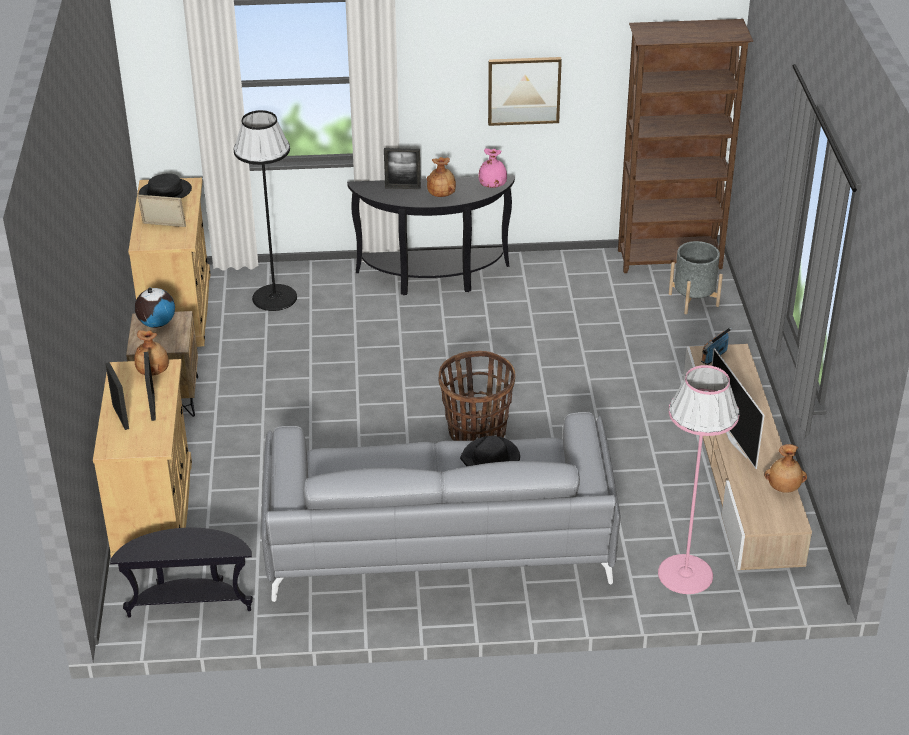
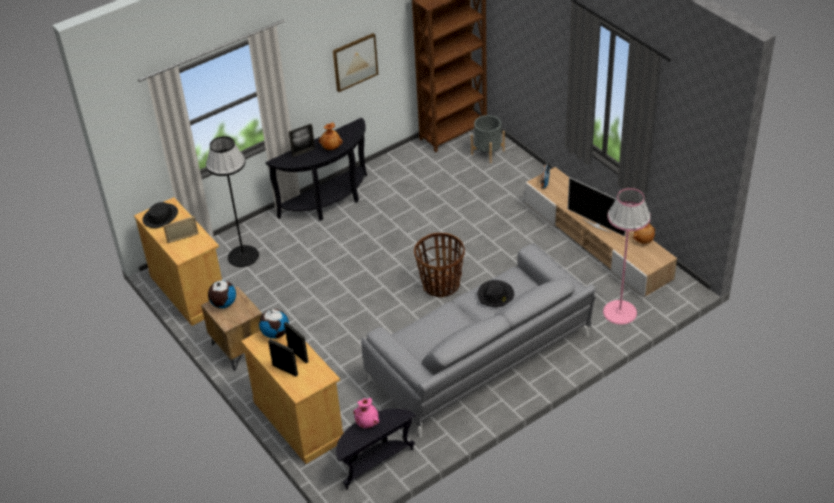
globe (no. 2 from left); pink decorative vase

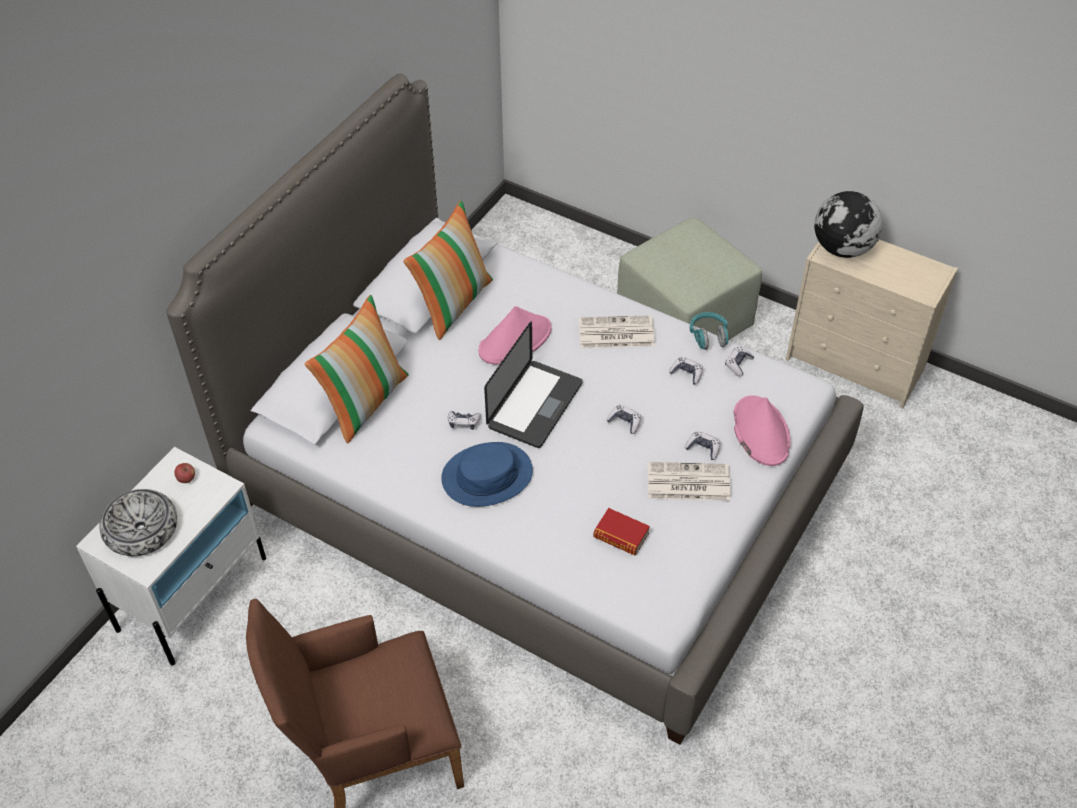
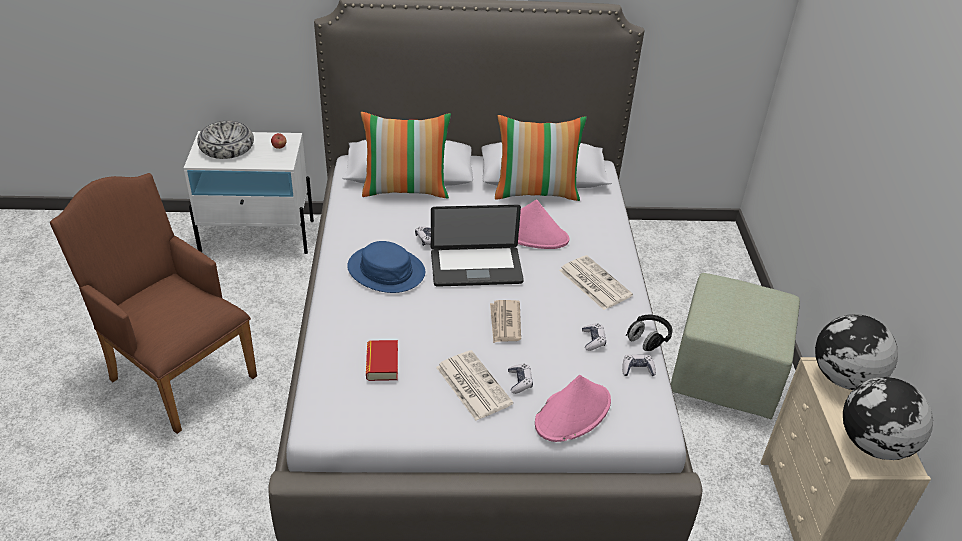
newspaper (no. 2 from left); black headset; globe (no. 2 from left)

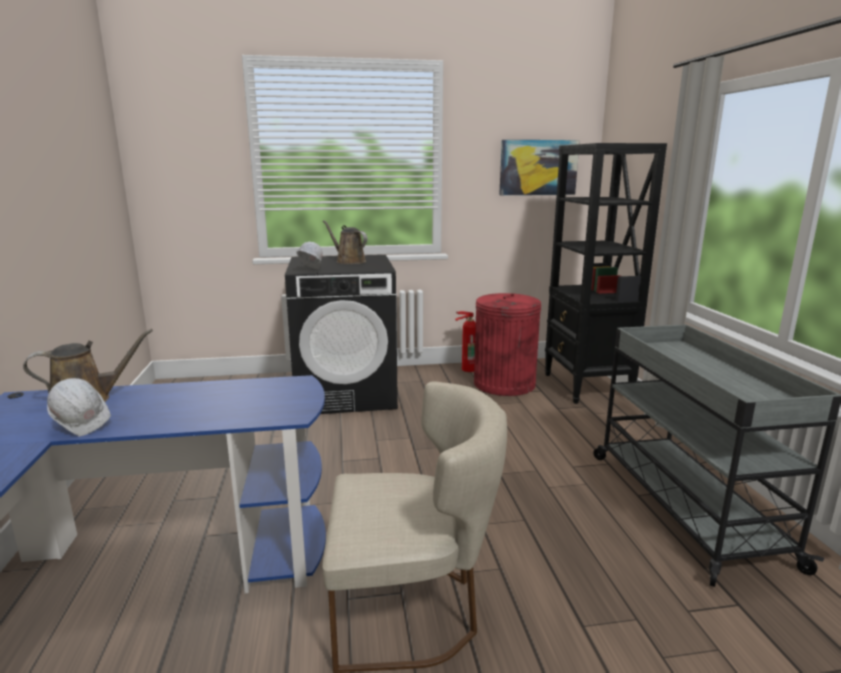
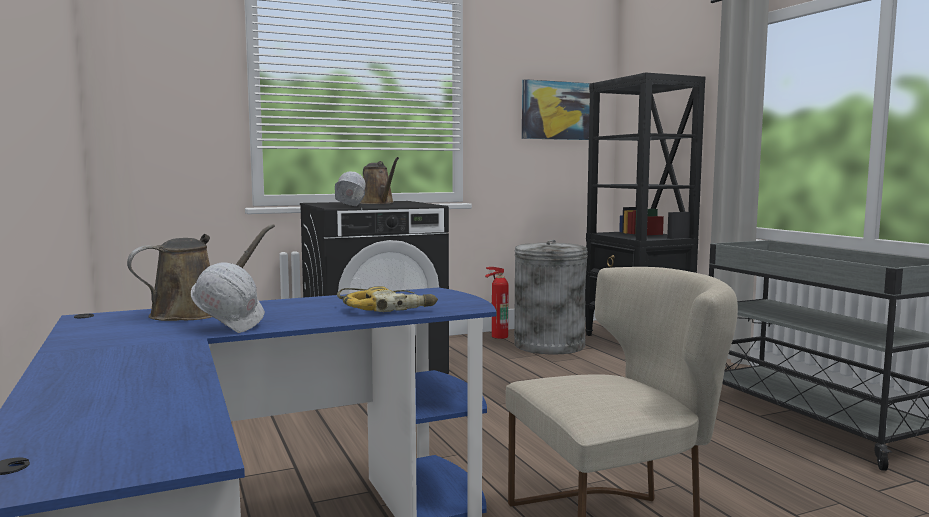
power drill; brownish watering pot (no. 2 from left); grey waste bin

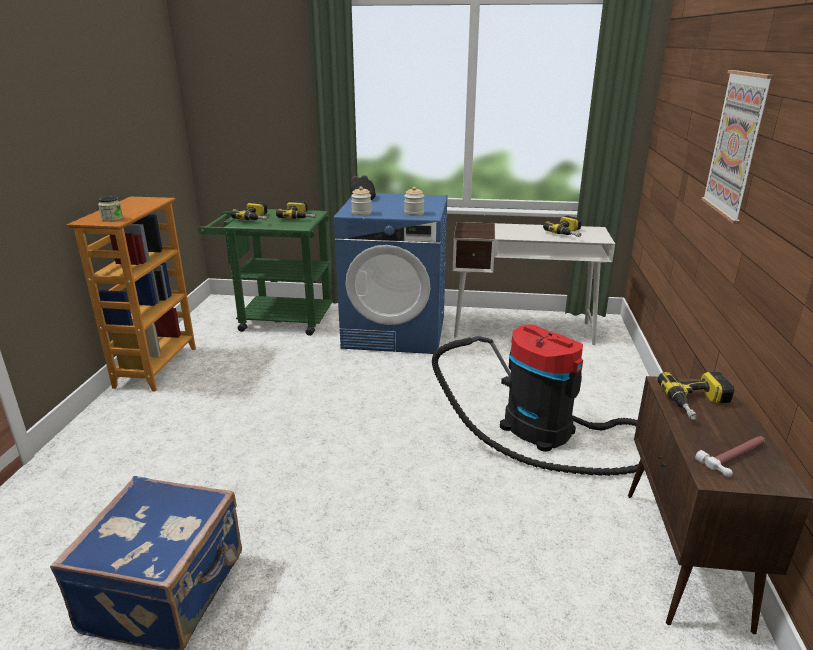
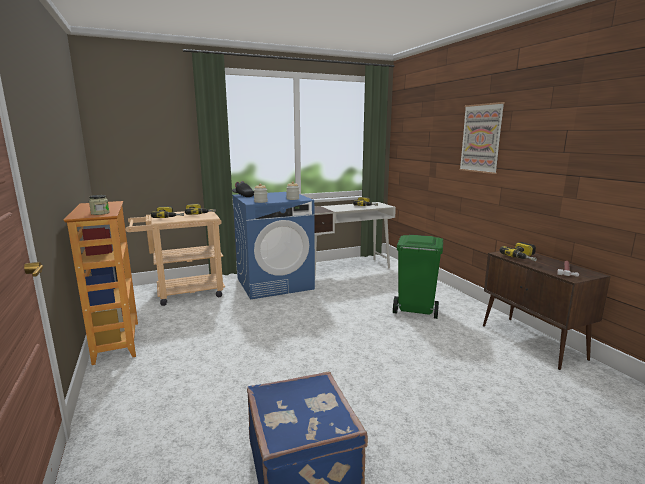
sand-coloured trolley; green-coloured waste bin

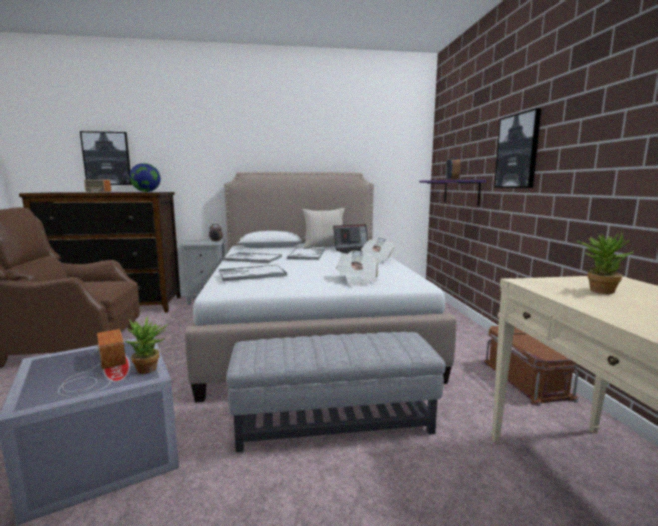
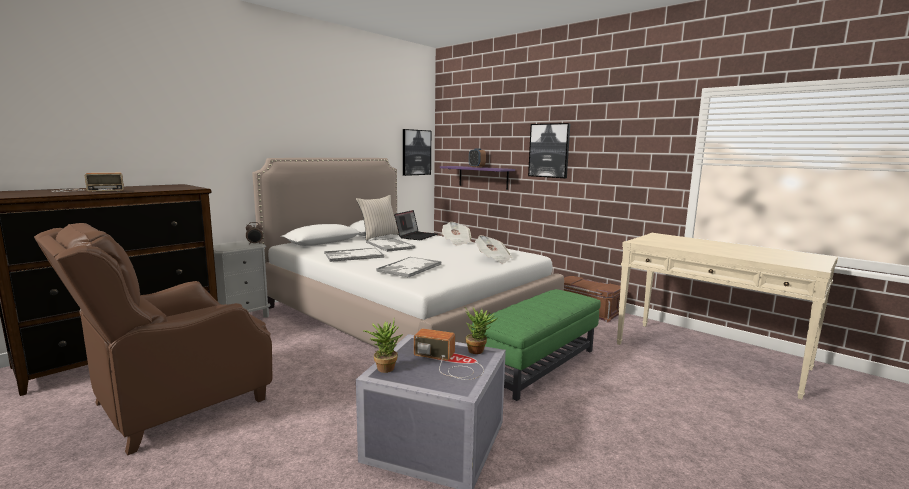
houseplant (no. 1 from left); wall picture (no. 1 from left); green-coloured footrest; globe

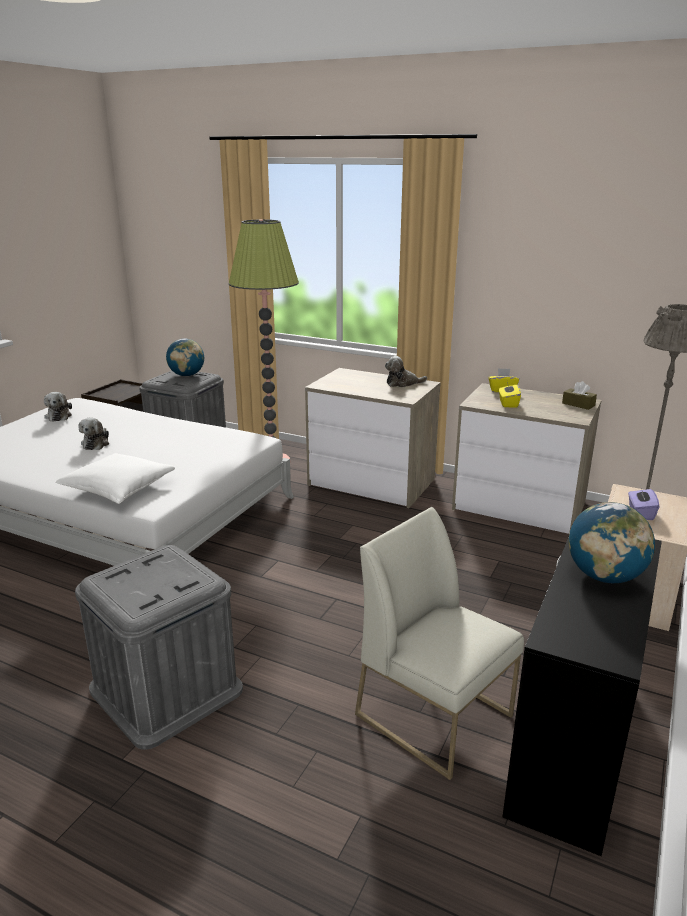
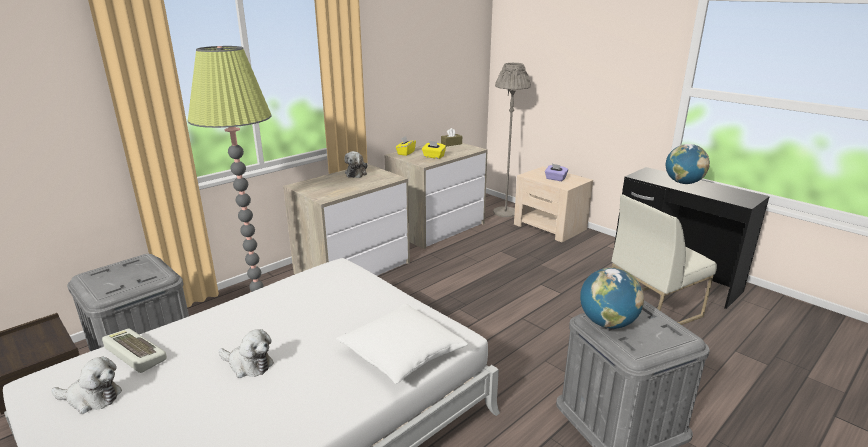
keyboard; globe (no. 1 from left)

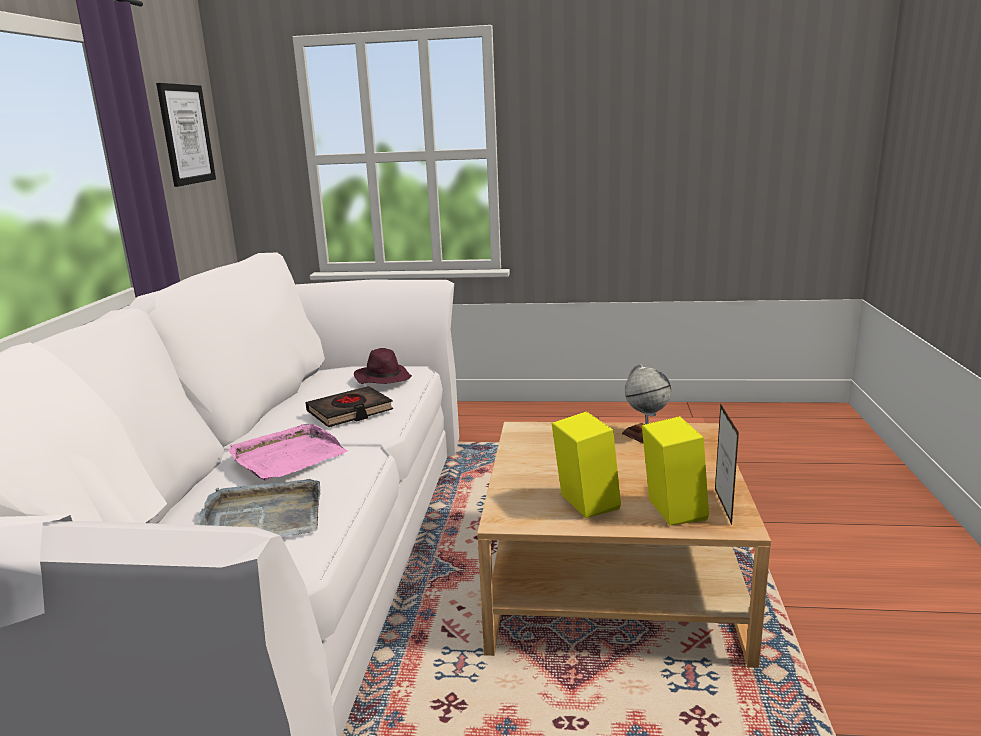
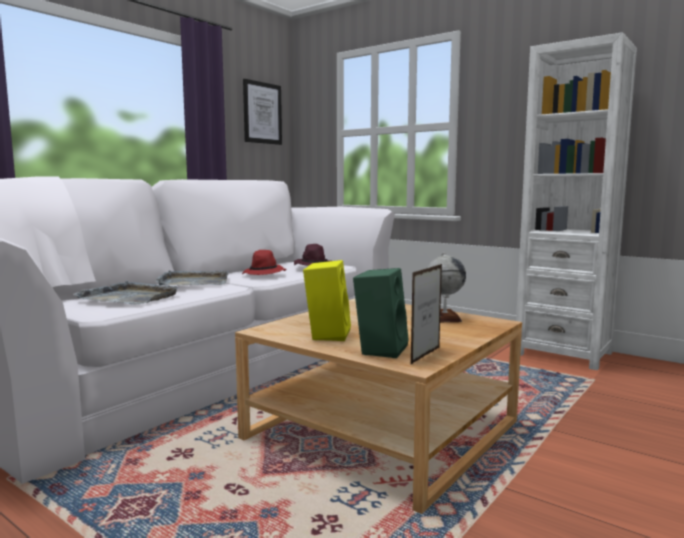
grey carrying tray (no. 2 from left); red-coloured clothing hat; green-coloured audio speaker; white bookcase

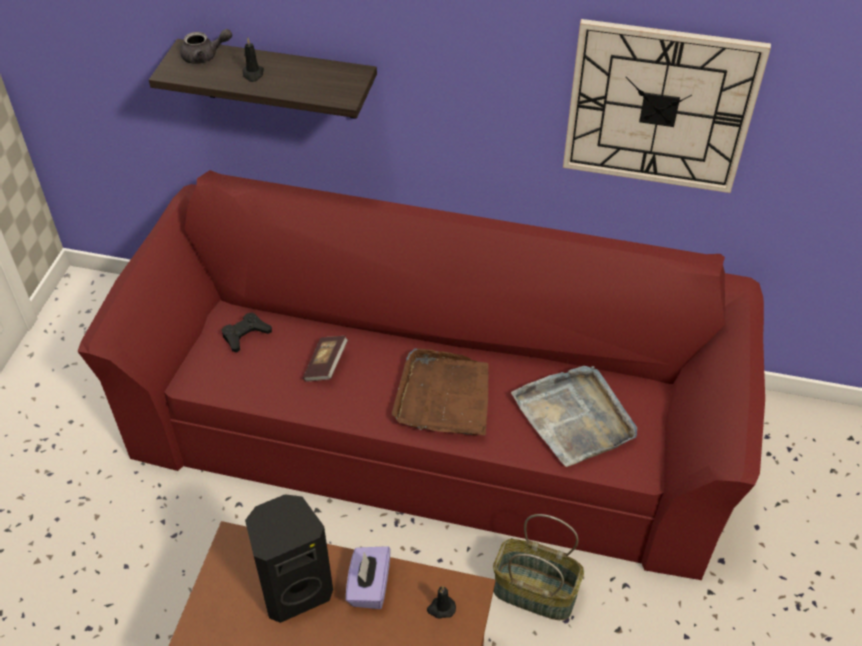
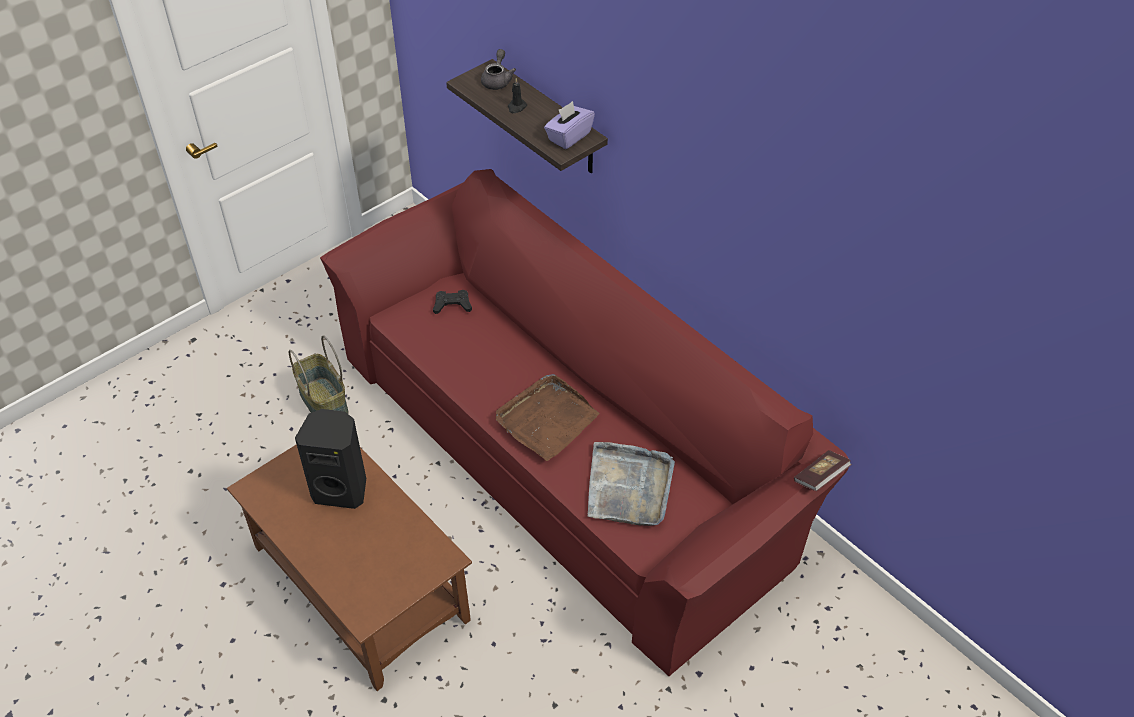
basket; grey teapot; purplish box of tissues; volume; black candle (no. 2 from left in the first image); wall clock

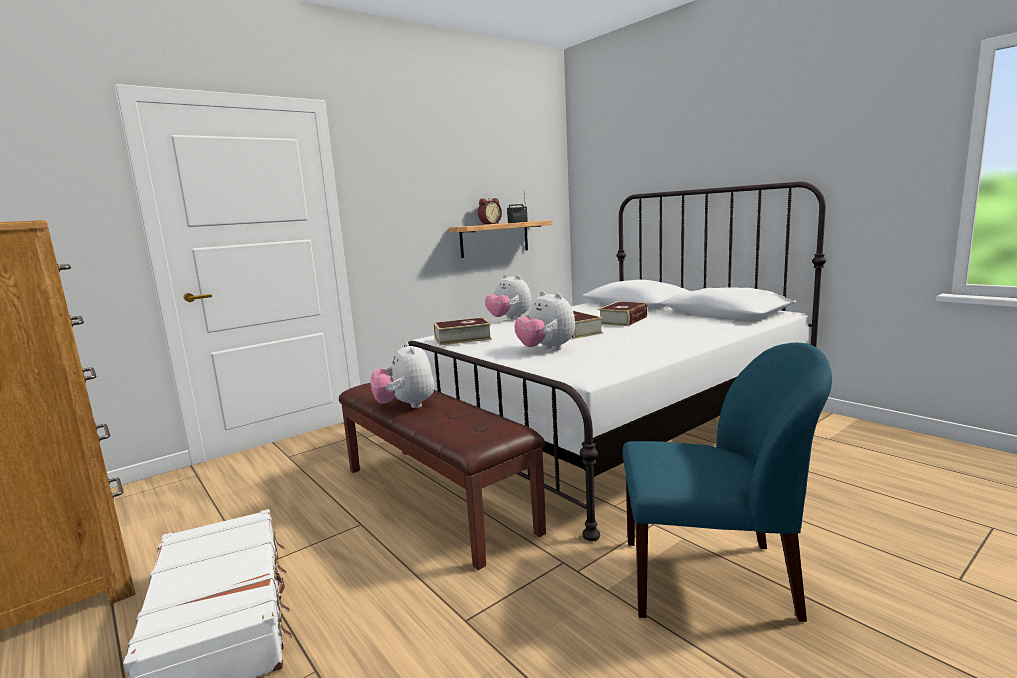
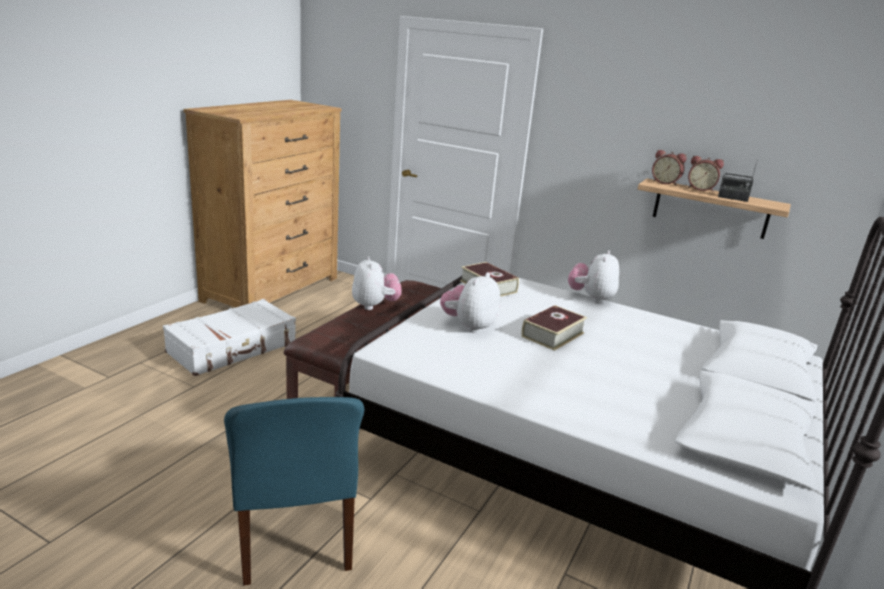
plush toy (no. 1 from left); table clock (no. 1 from left); volume (no. 3 from left in the first image)

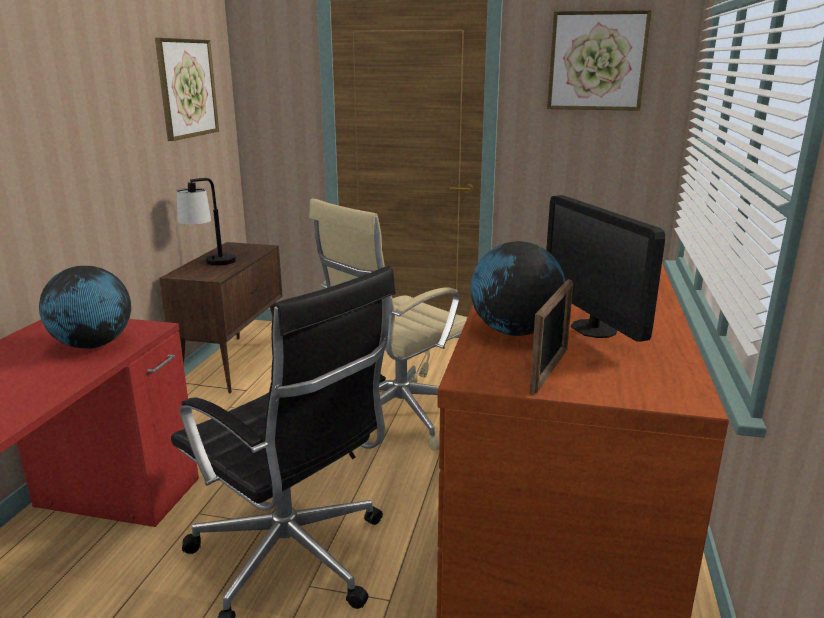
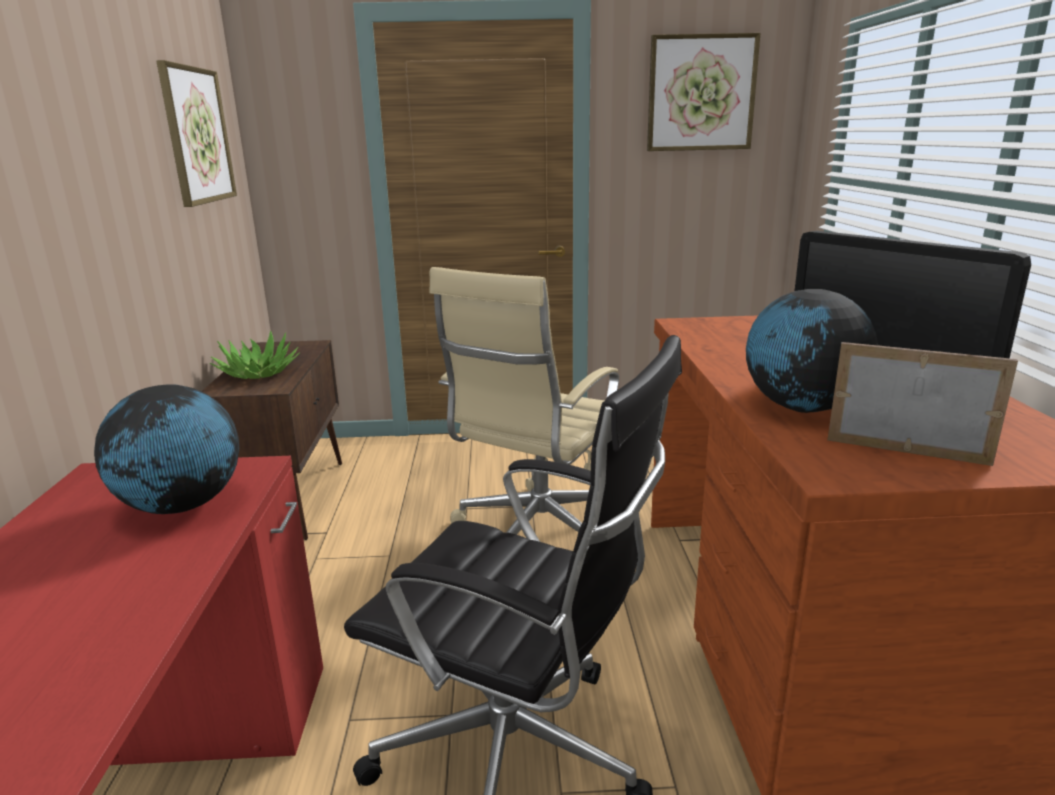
houseplant; photo frame

